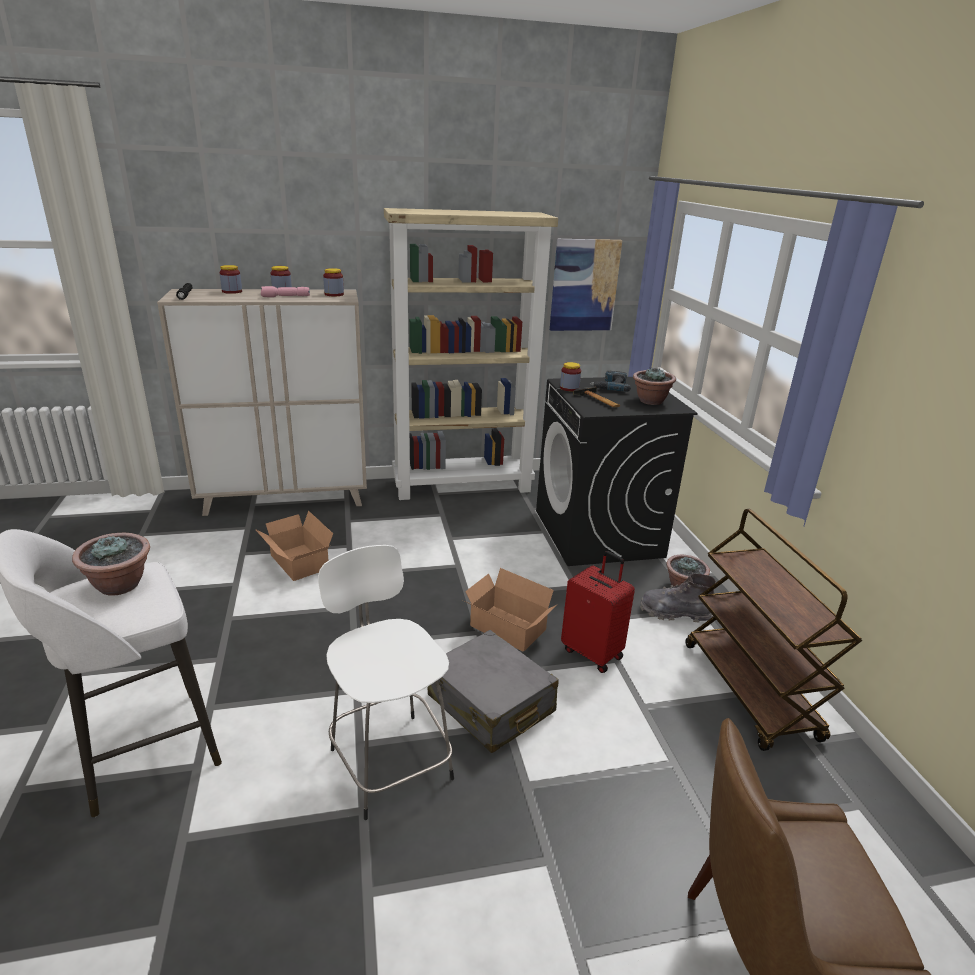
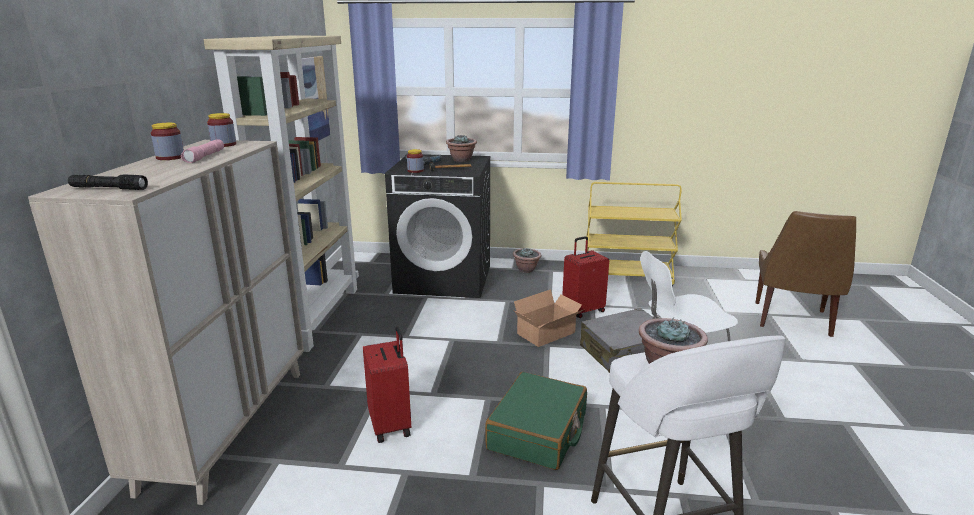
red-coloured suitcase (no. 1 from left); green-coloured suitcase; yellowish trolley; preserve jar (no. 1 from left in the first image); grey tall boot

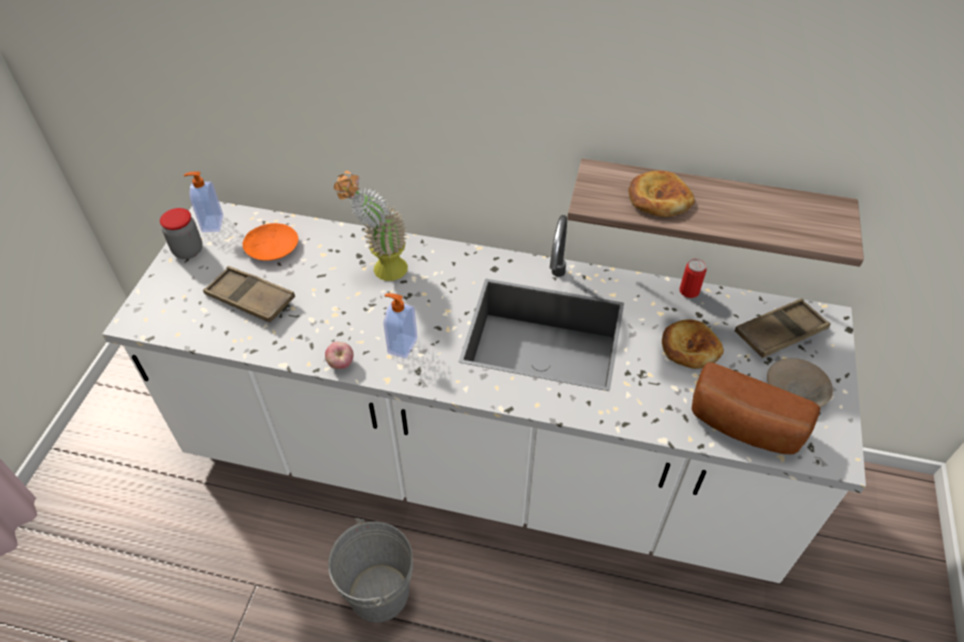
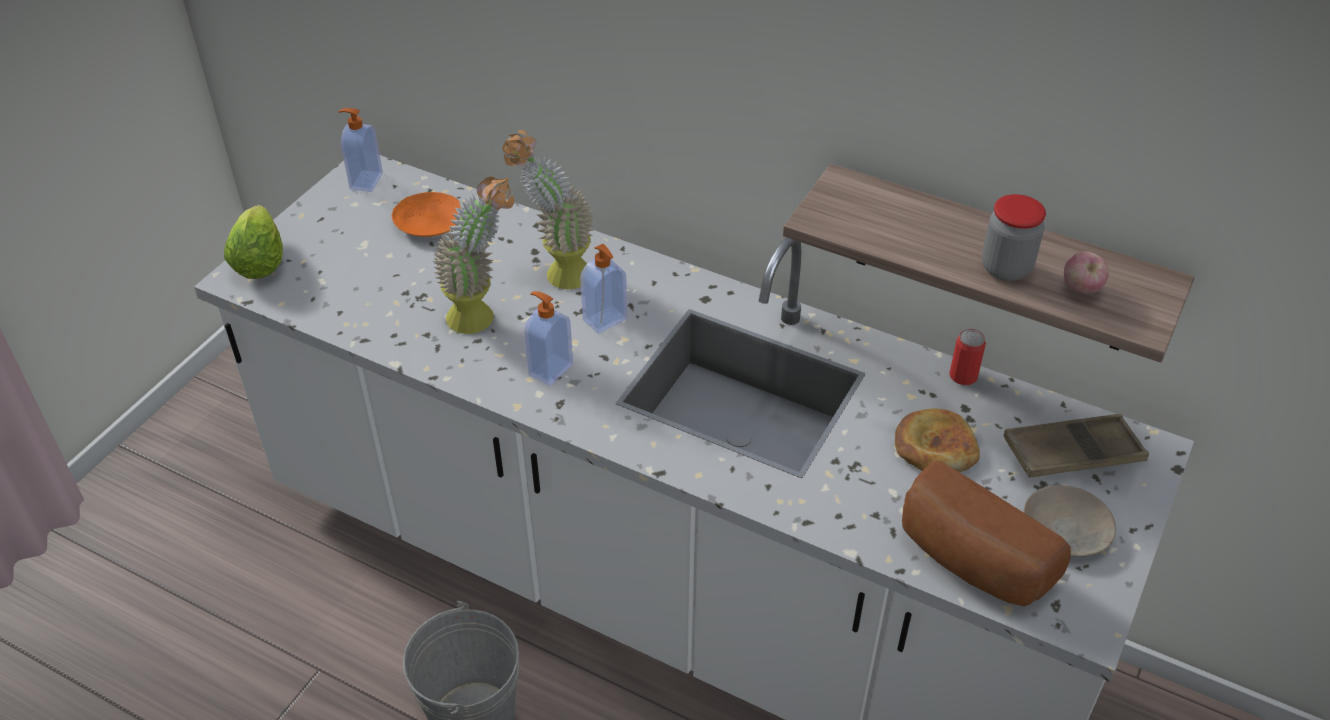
head of lettuce; houseplant (no. 1 from left); liquid soap bottle (no. 3 from left); preserve jar; apple fruit; brownish carrying tray (no. 1 from left in the first image); bread (no. 1 from left in the first image)

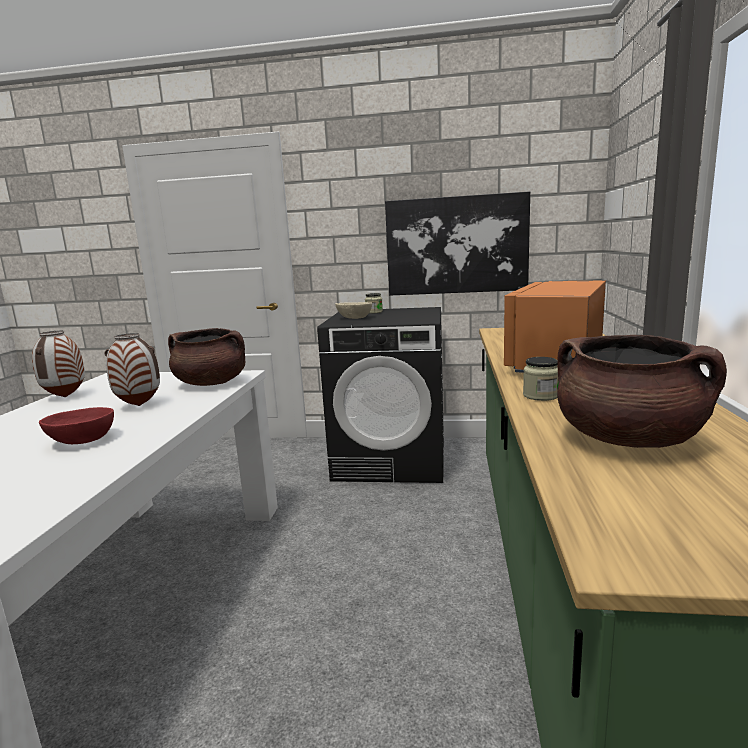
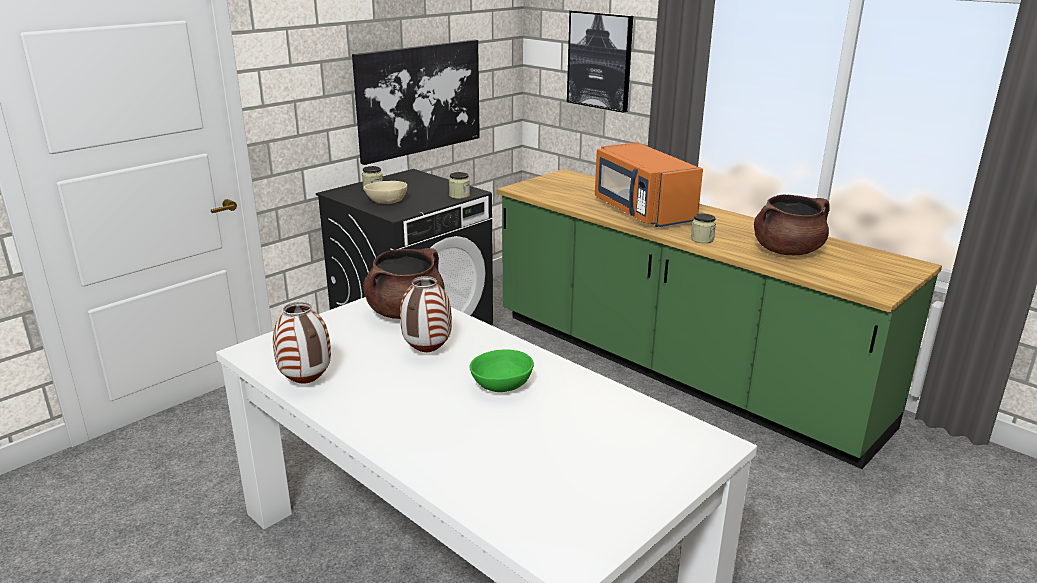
preserve jar (no. 2 from left); green-coloured serving bowl; wall picture (no. 2 from left)

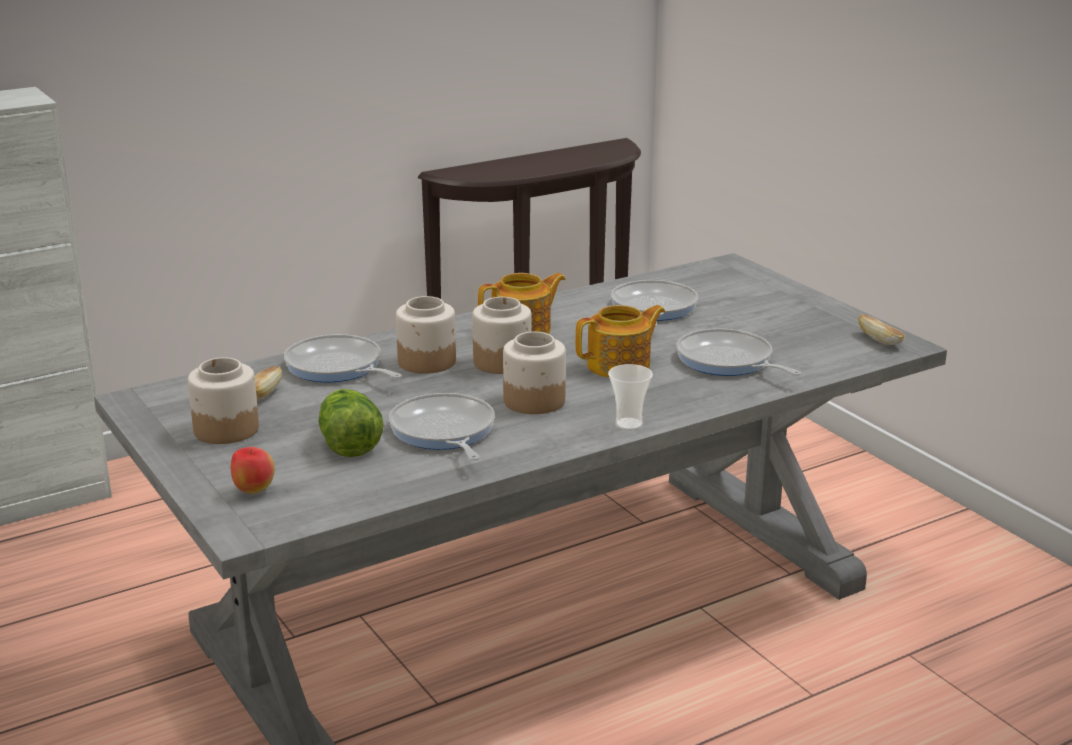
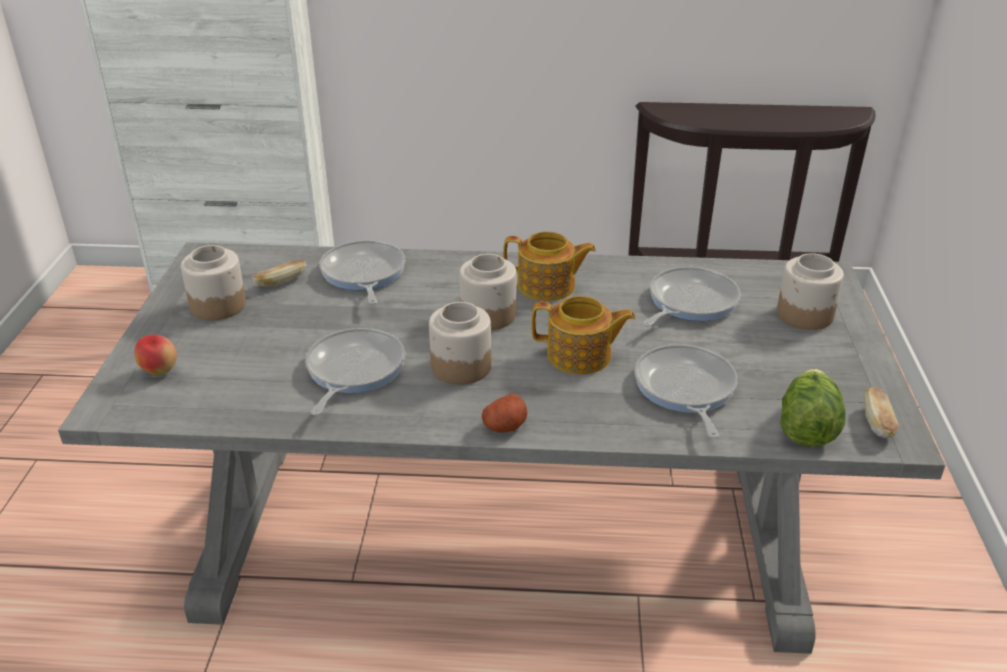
whole potato; preserve jar (no. 4 from left); head of lettuce

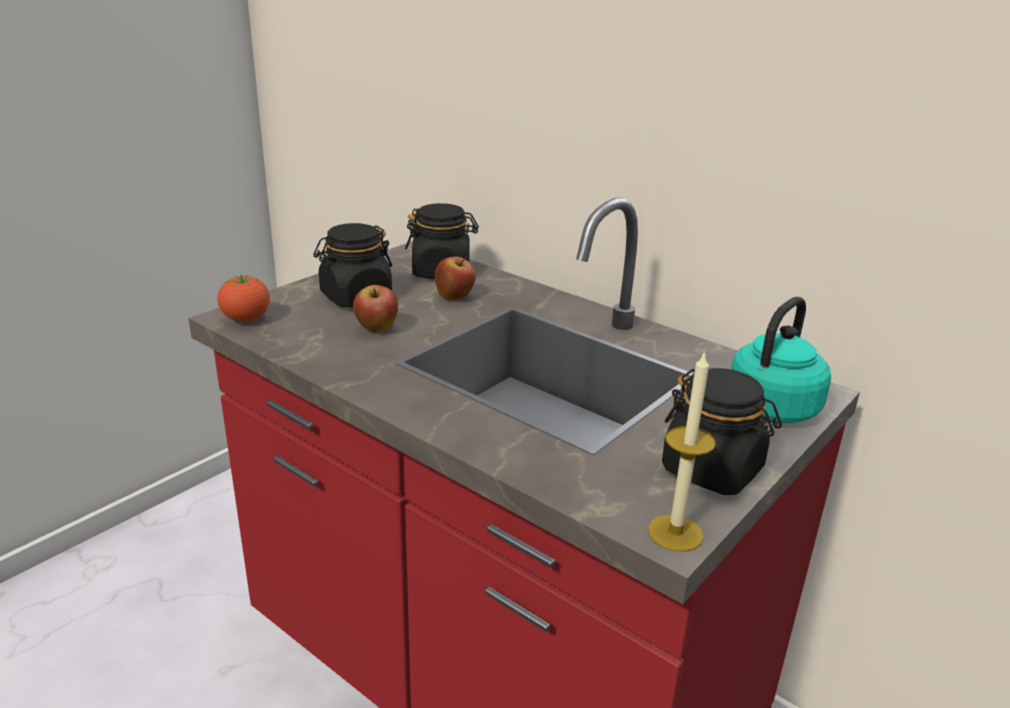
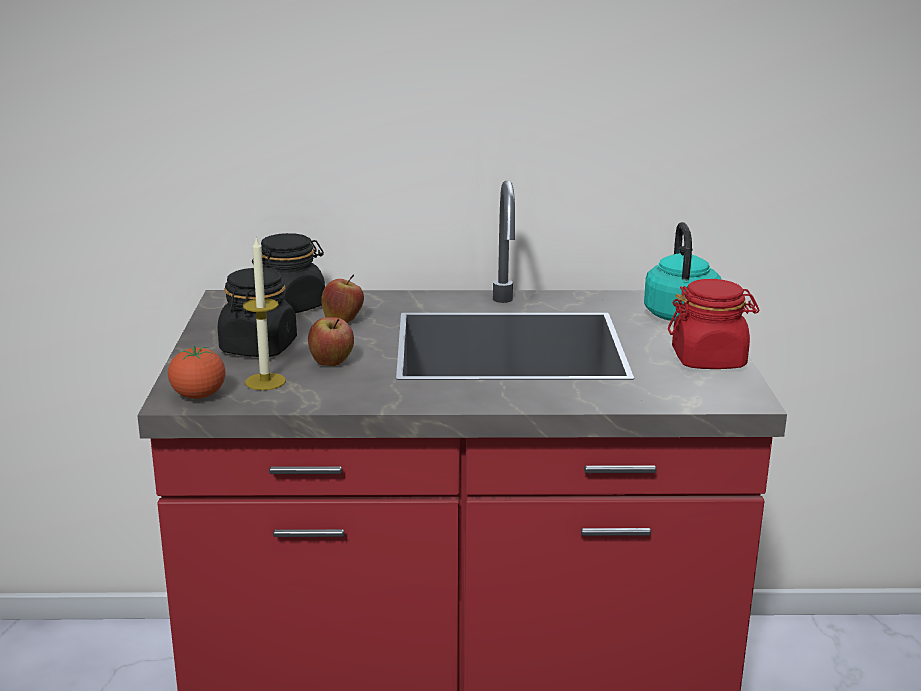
candle; red-coloured preserve jar

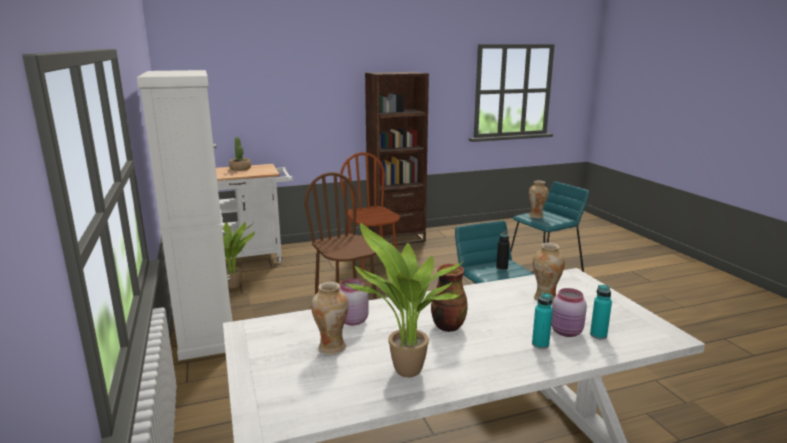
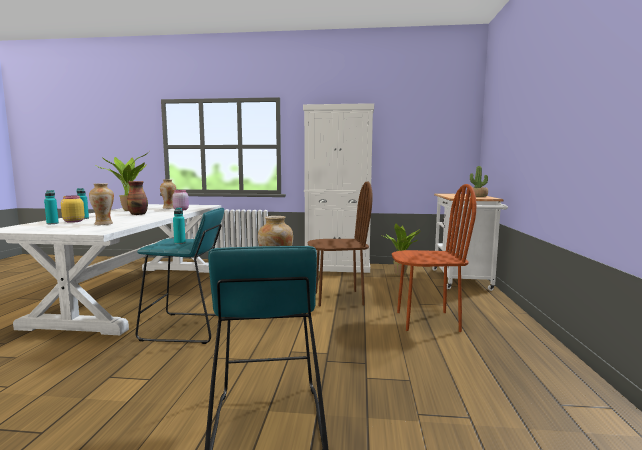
yellowish preserve jar; turquoise bottle (no. 3 from left); brownish bookcase

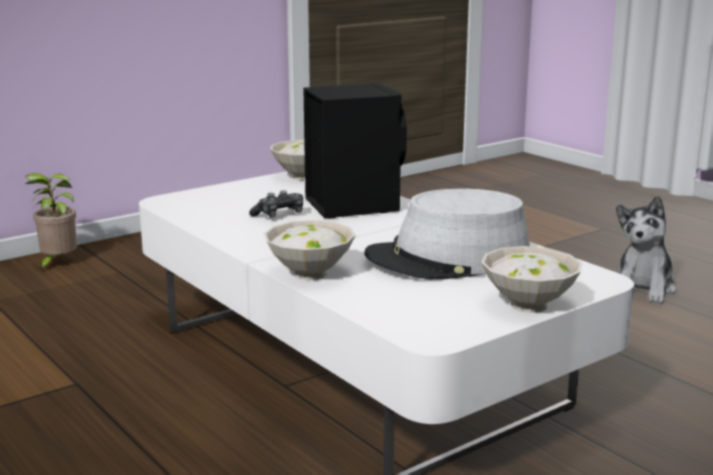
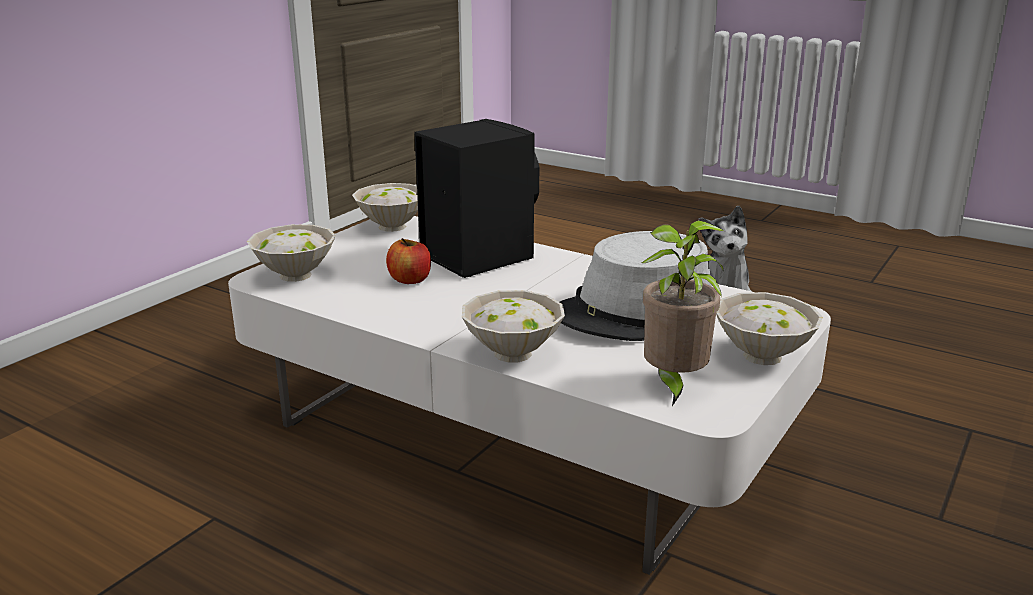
white serving bowl (no. 1 from left); apple fruit; houseplant

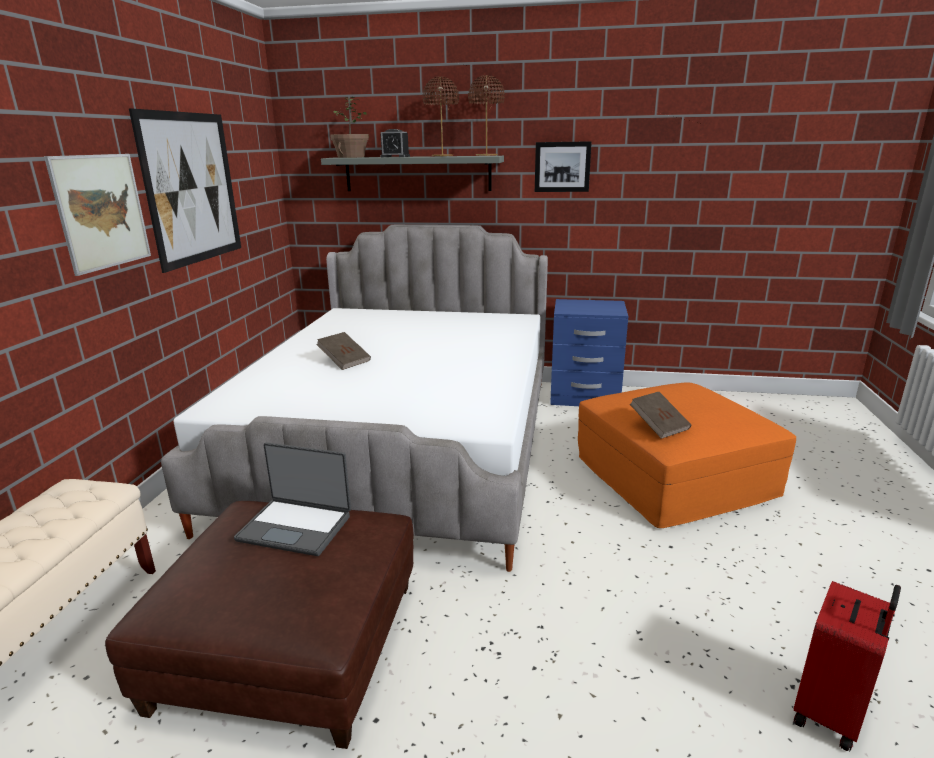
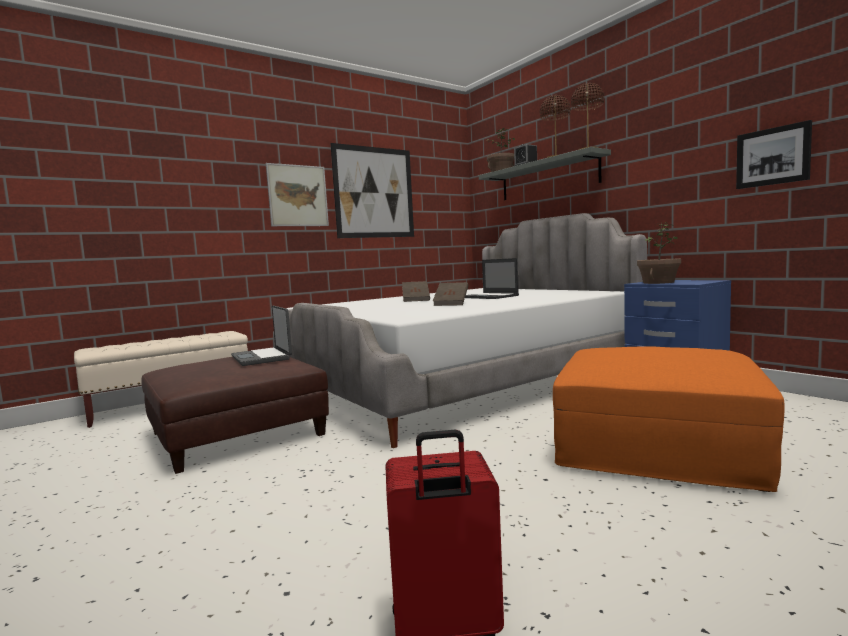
brownish volume (no. 2 from left); portable computer (no. 2 from left); houseplant (no. 2 from left); wall picture (no. 3 from left)

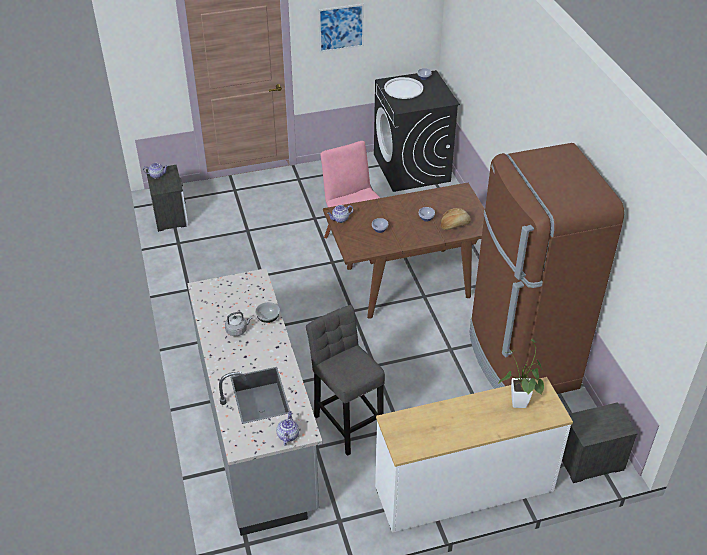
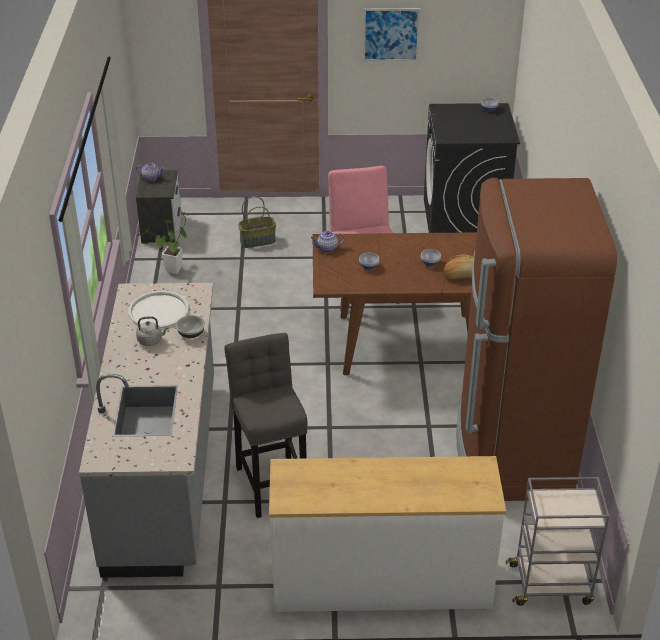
white carrying tray; houseplant; basket; grey trolley; teapot (no. 2 from left in the first image)

